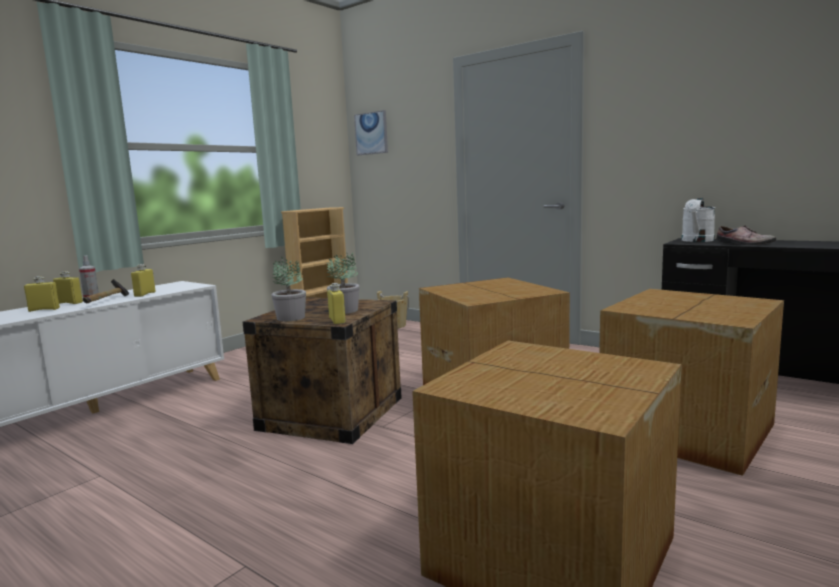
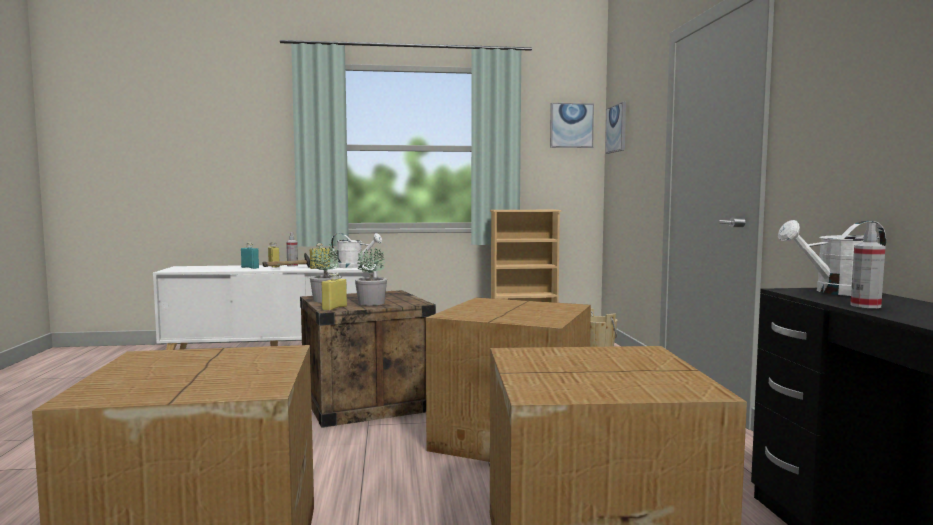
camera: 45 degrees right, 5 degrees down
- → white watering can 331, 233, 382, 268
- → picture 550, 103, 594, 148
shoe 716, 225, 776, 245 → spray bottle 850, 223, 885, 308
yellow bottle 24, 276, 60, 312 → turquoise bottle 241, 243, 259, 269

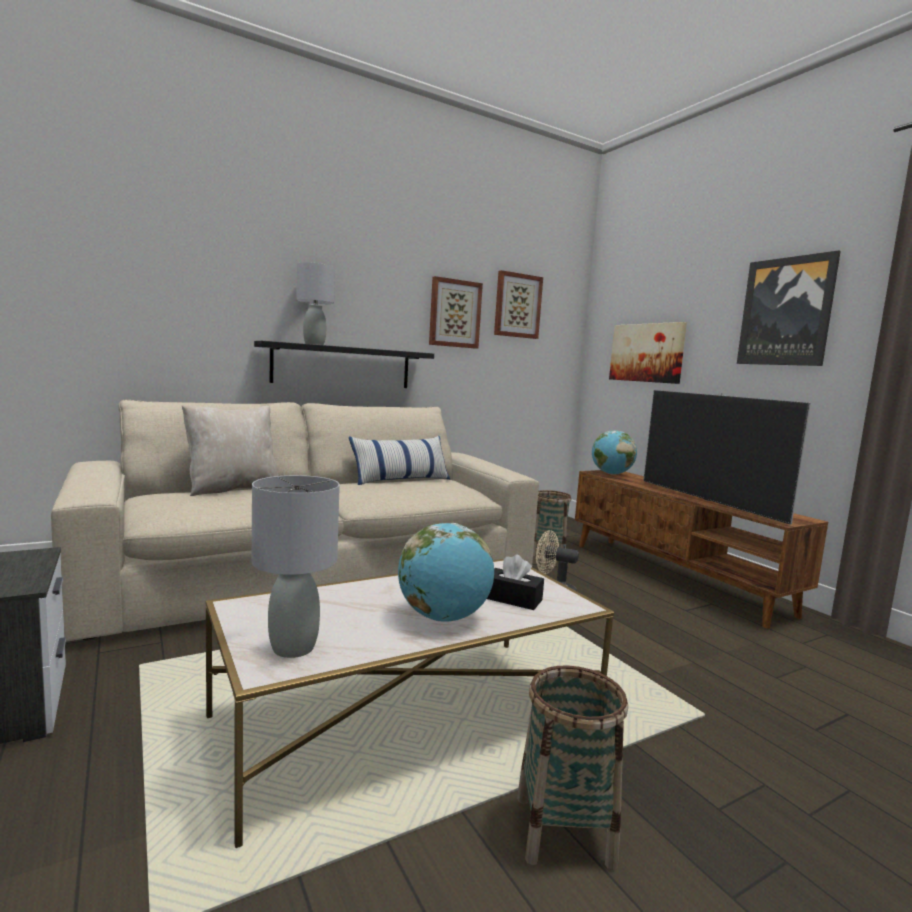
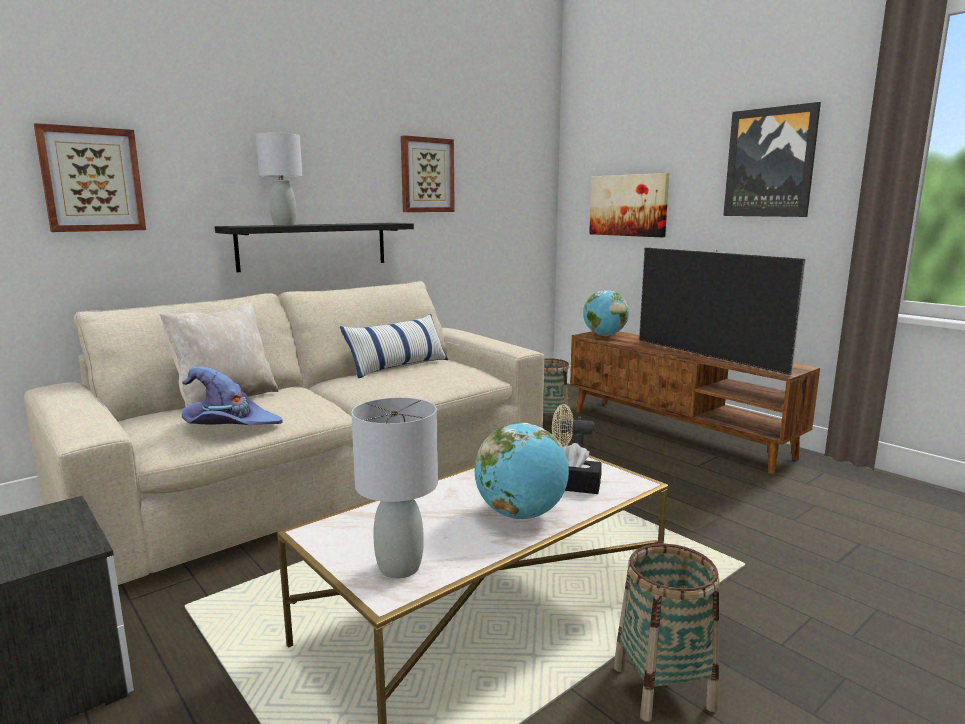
camera: 10 degrees left, 5 degrees up
- → purple hat 182, 366, 283, 425
picture 494, 270, 543, 339 → picture 34, 123, 146, 232, move

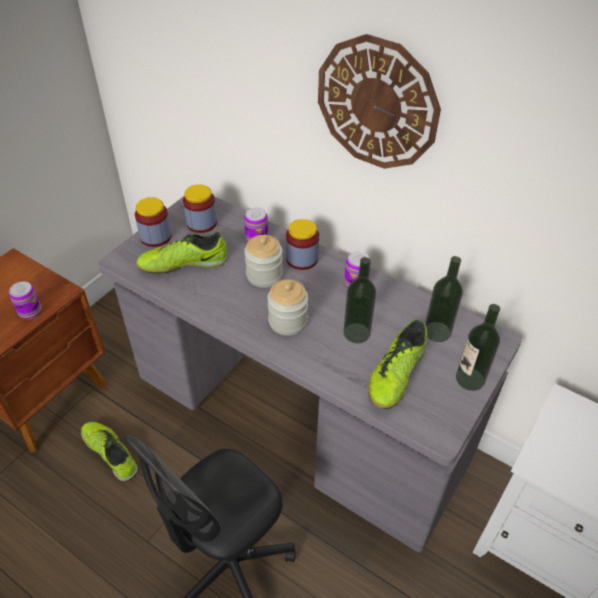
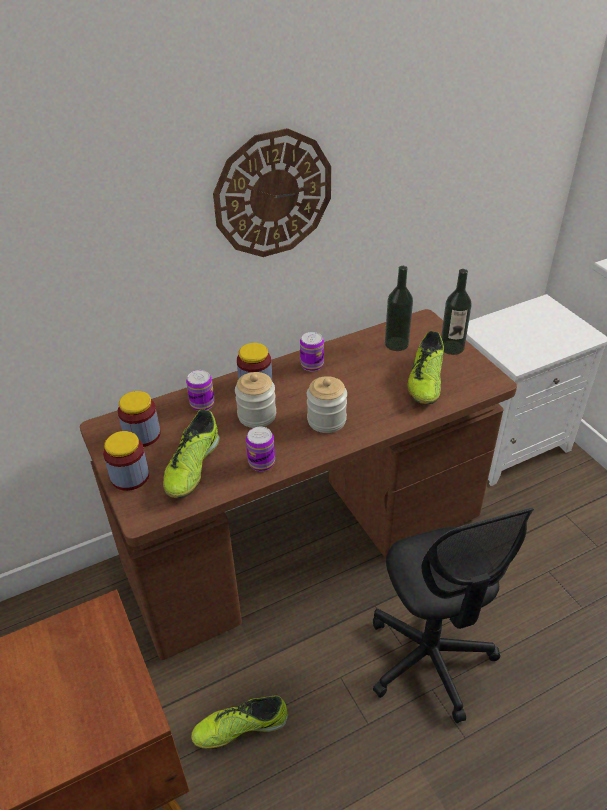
camera: 60 degrees left, 5 degrees down
bottle 343, 257, 376, 343 → -
can 9, 281, 42, 319 → can 246, 427, 275, 471, move
grey desk 98, 196, 522, 553 → brown desk 80, 309, 517, 660
shoe 368, 320, 427, 409 → shoe 407, 331, 444, 404, 45 degrees clockwise

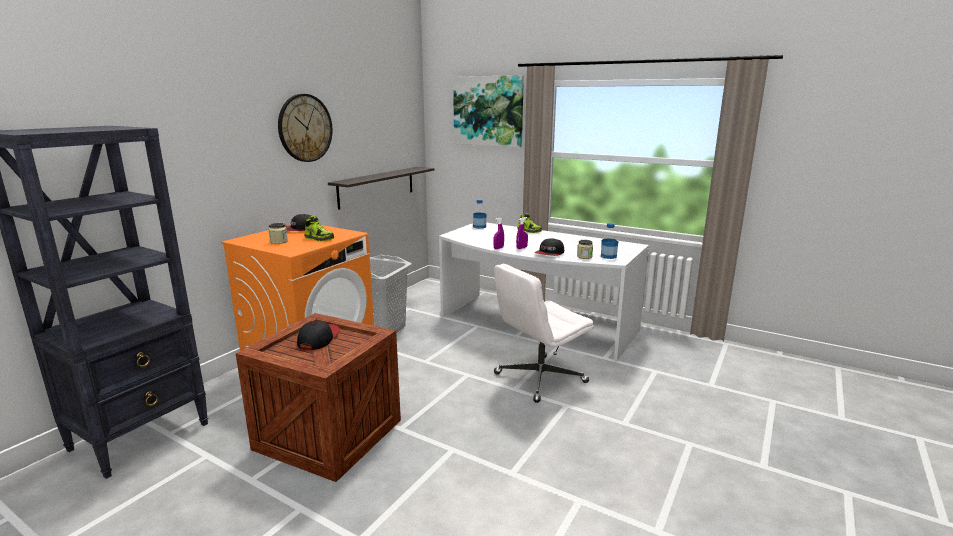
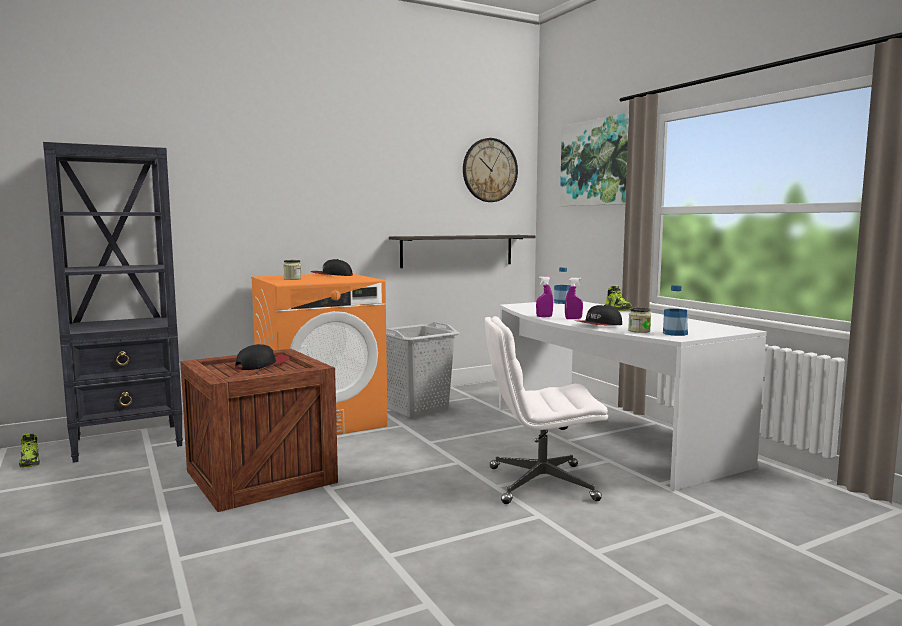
camera: 30 degrees right, 10 degrees down
wall clock 278, 94, 333, 162 → wall clock 463, 138, 518, 202, move
shoe 304, 216, 334, 241 → shoe 19, 433, 40, 468, move

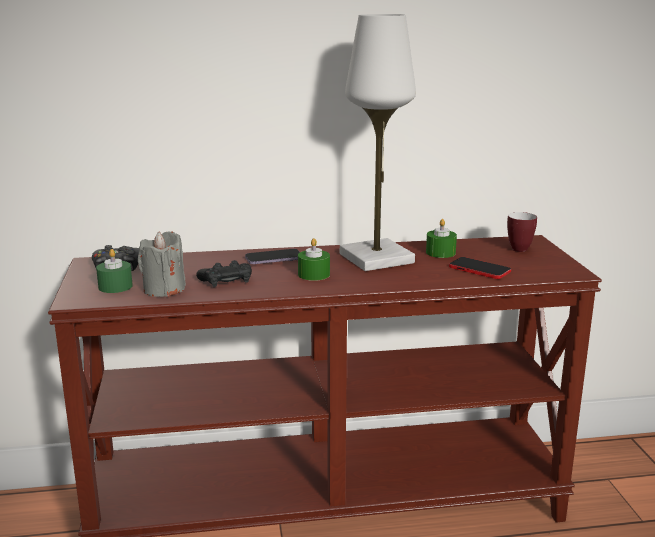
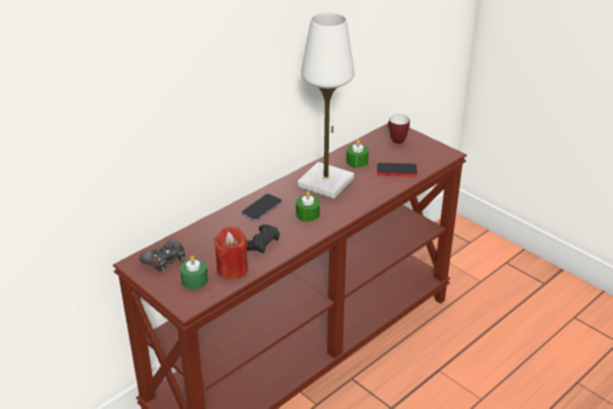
camera: 35 degrees left, 15 degrees up
grey candle 138, 231, 186, 297 → red candle 214, 226, 248, 279

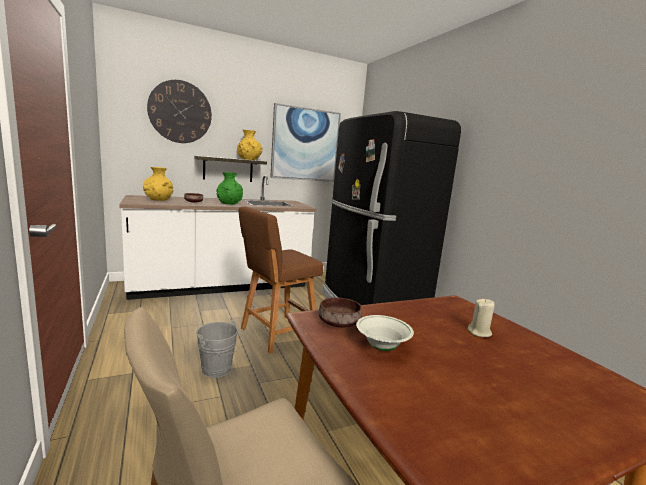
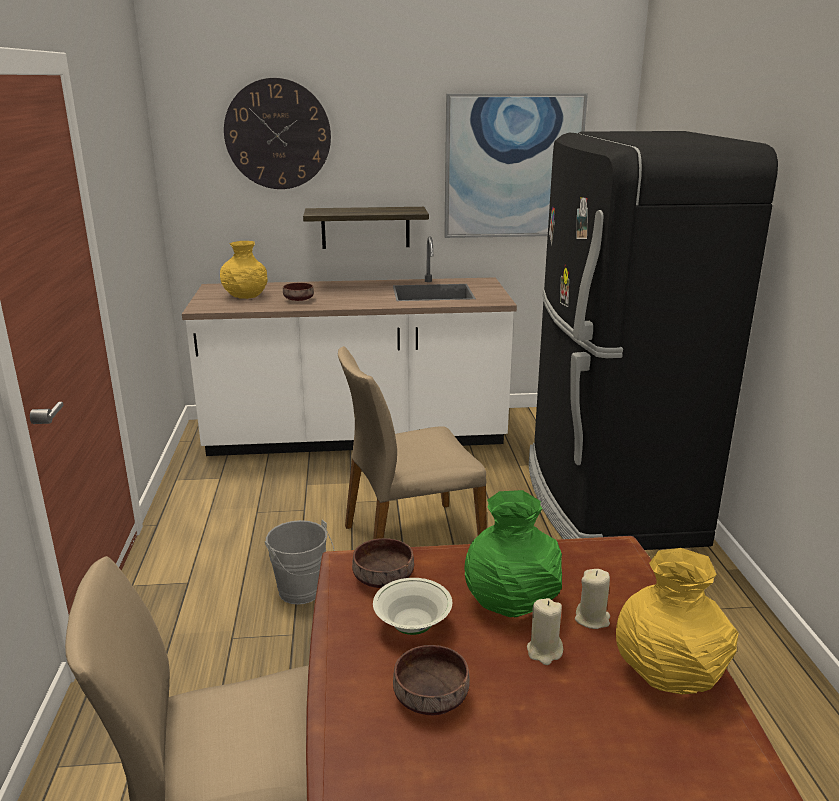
camera: 20 degrees right, 10 degrees up
- → brown bowl 393, 645, 470, 715
- → beige candle 527, 598, 563, 665
green vase 216, 172, 243, 205 → green vase 464, 490, 562, 617, move
yellow vase 237, 130, 263, 160 → yellow vase 616, 548, 739, 694, move
brown stool 239, 207, 323, 354 → beige chair 338, 346, 487, 539

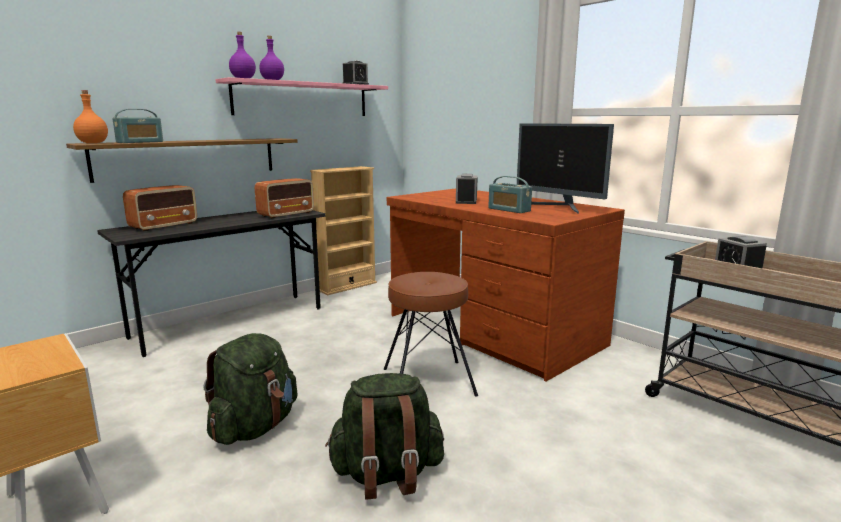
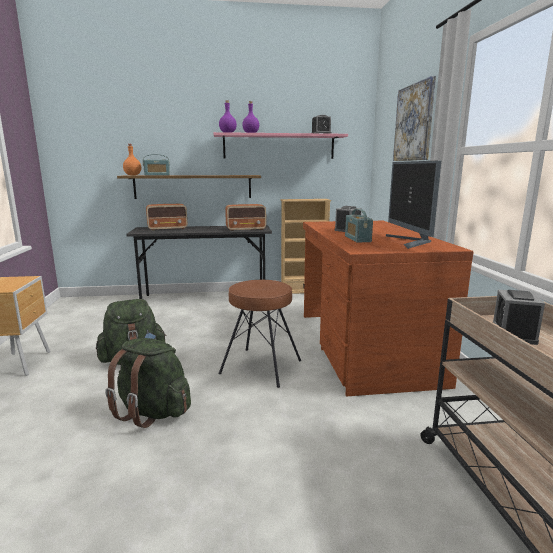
camera: 35 degrees right, 0 degrees up
- → picture 393, 76, 436, 161

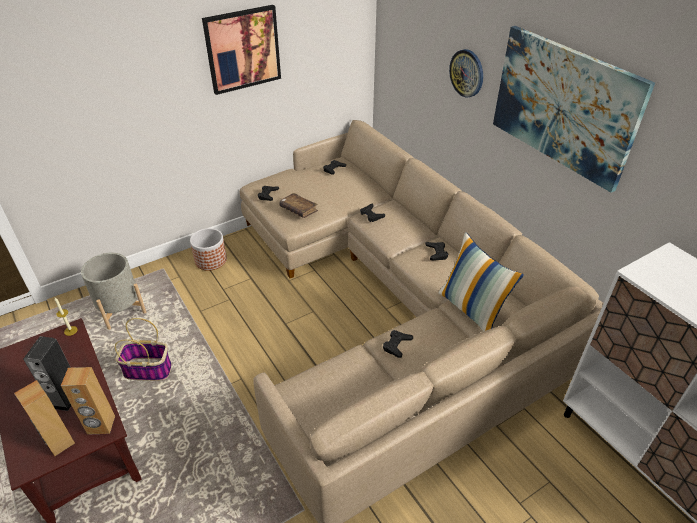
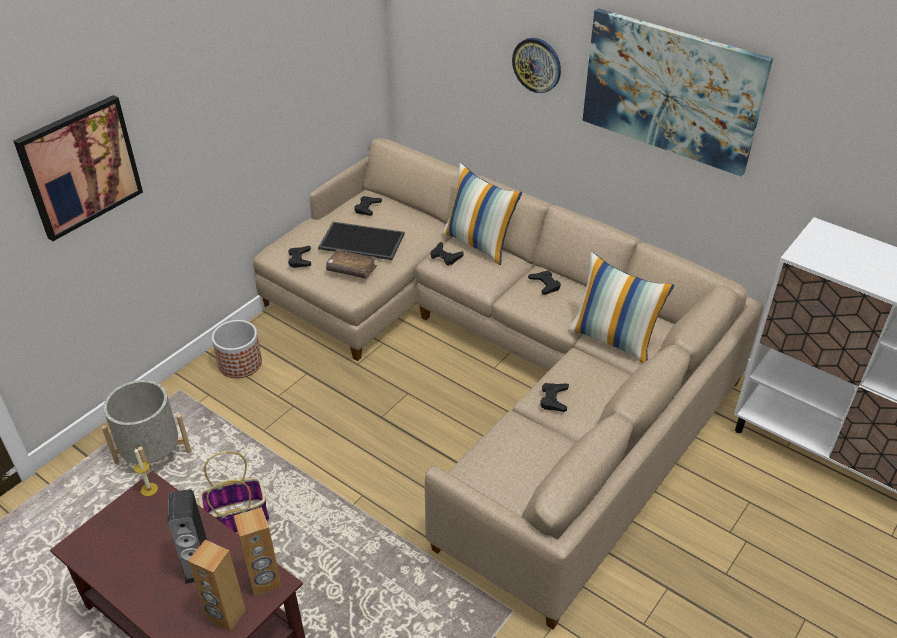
camera: 20 degrees left, 0 degrees up
- → tray 318, 222, 404, 260
- → pillow 442, 163, 522, 265
picture 202, 5, 281, 95 → picture 13, 95, 143, 241, move

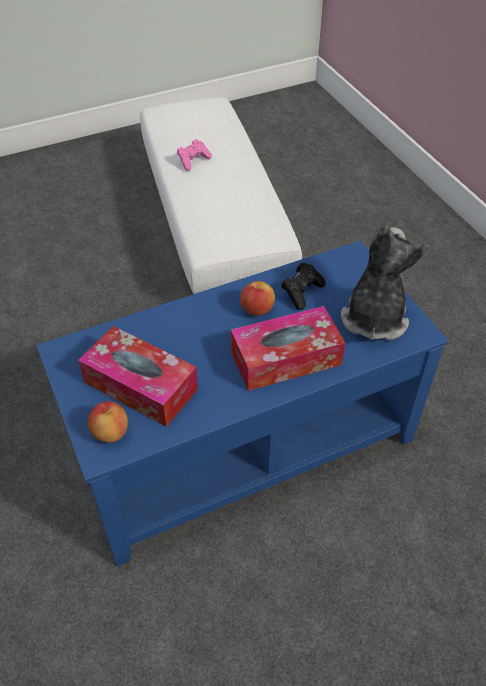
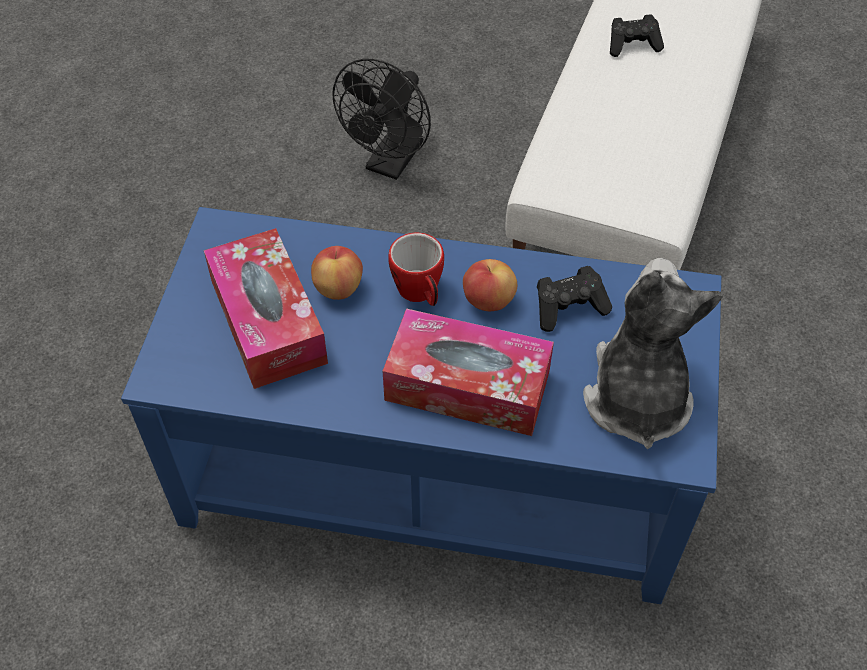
camera: 35 degrees right, 5 degrees up
- → black fan 332, 58, 431, 180
- → mug 388, 233, 444, 306
apple 88, 401, 128, 443 → apple 311, 246, 363, 300, move
pink game controller 177, 139, 212, 171 → black game controller 610, 14, 664, 57
plush toy 341, 226, 429, 340 → plush toy 583, 258, 724, 449, 45 degrees counterclockwise

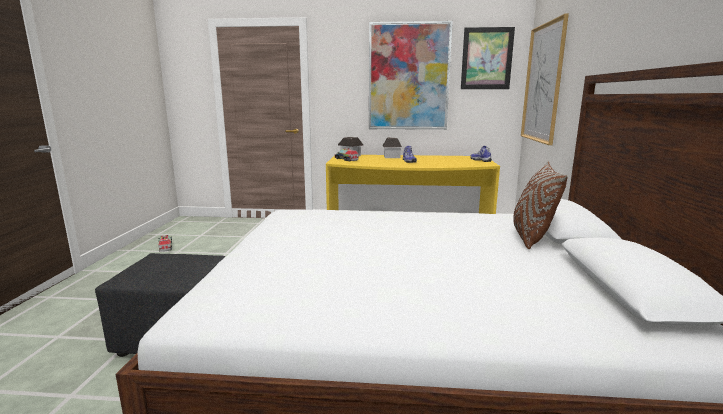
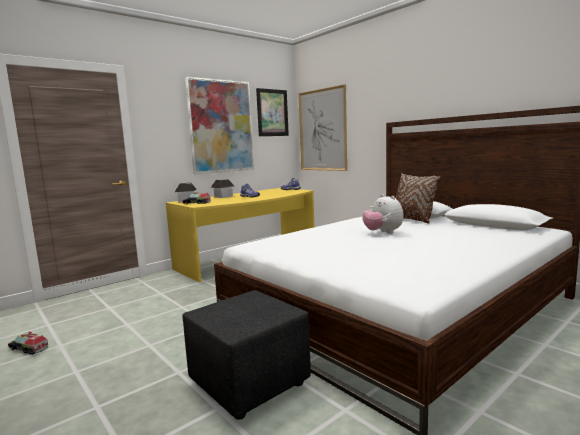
camera: 45 degrees left, 5 degrees down
- → plush toy 362, 194, 404, 234

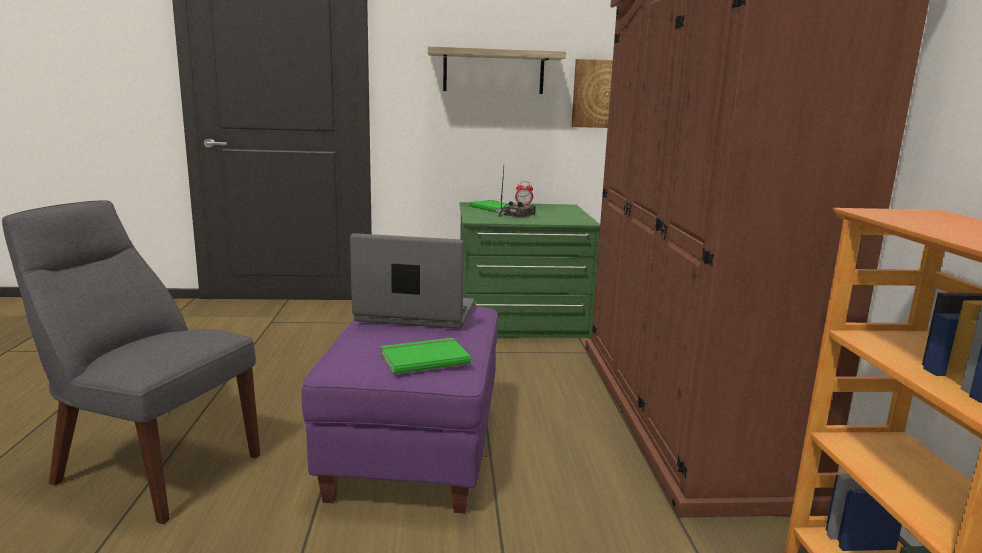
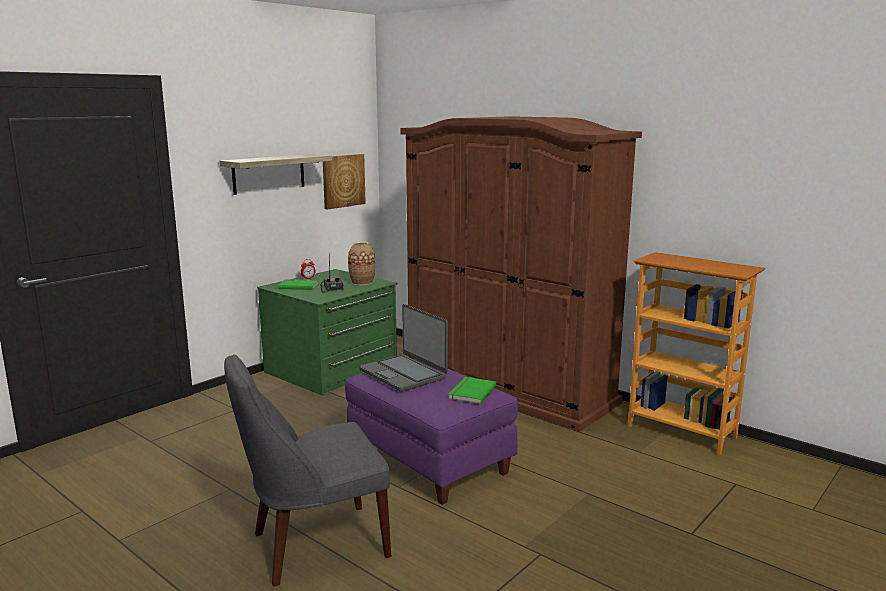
camera: 45 degrees left, 0 degrees up
- → vase 348, 242, 375, 285
laptop 350, 233, 474, 329 → laptop 359, 304, 448, 392, 90 degrees counterclockwise

